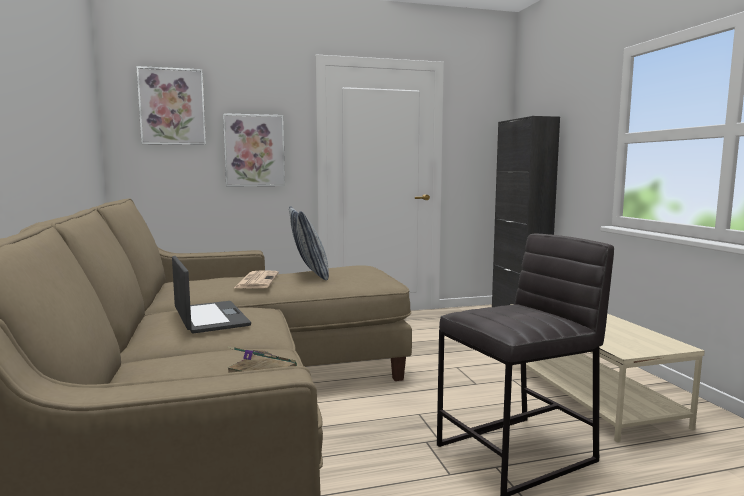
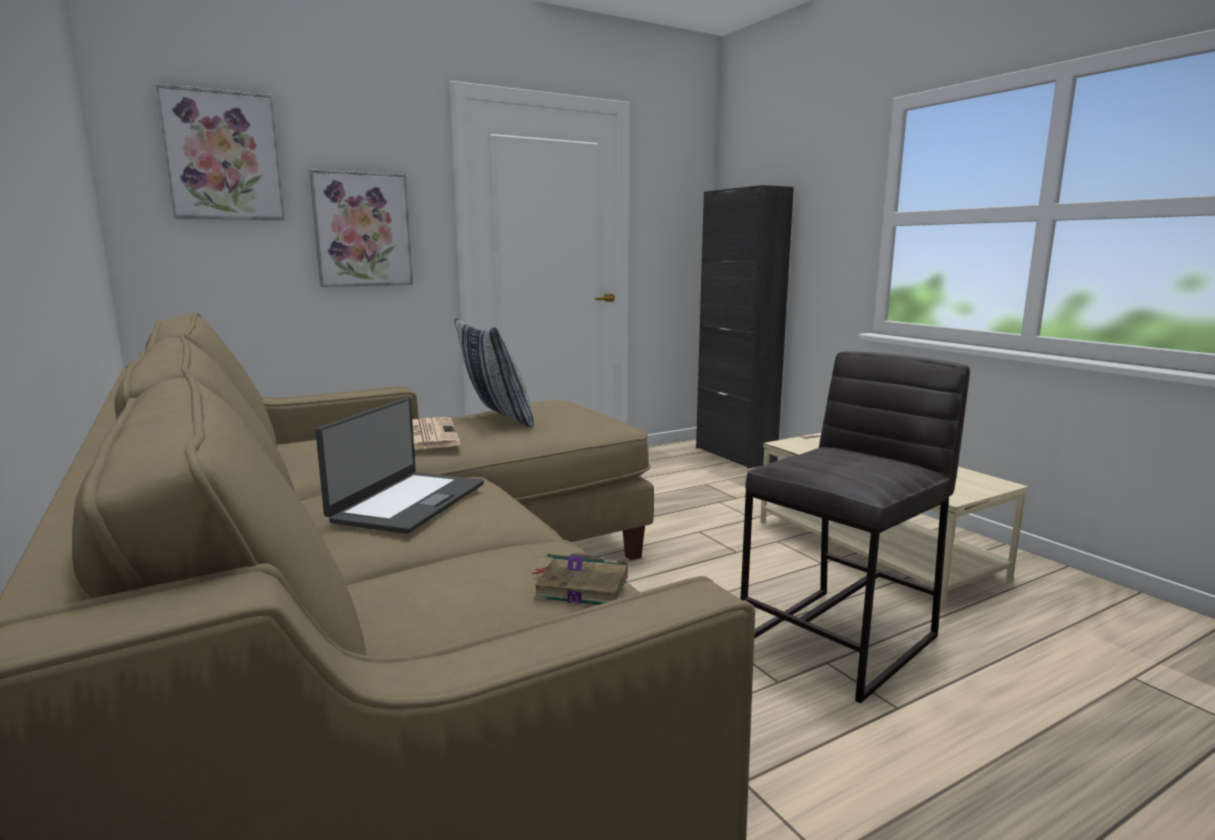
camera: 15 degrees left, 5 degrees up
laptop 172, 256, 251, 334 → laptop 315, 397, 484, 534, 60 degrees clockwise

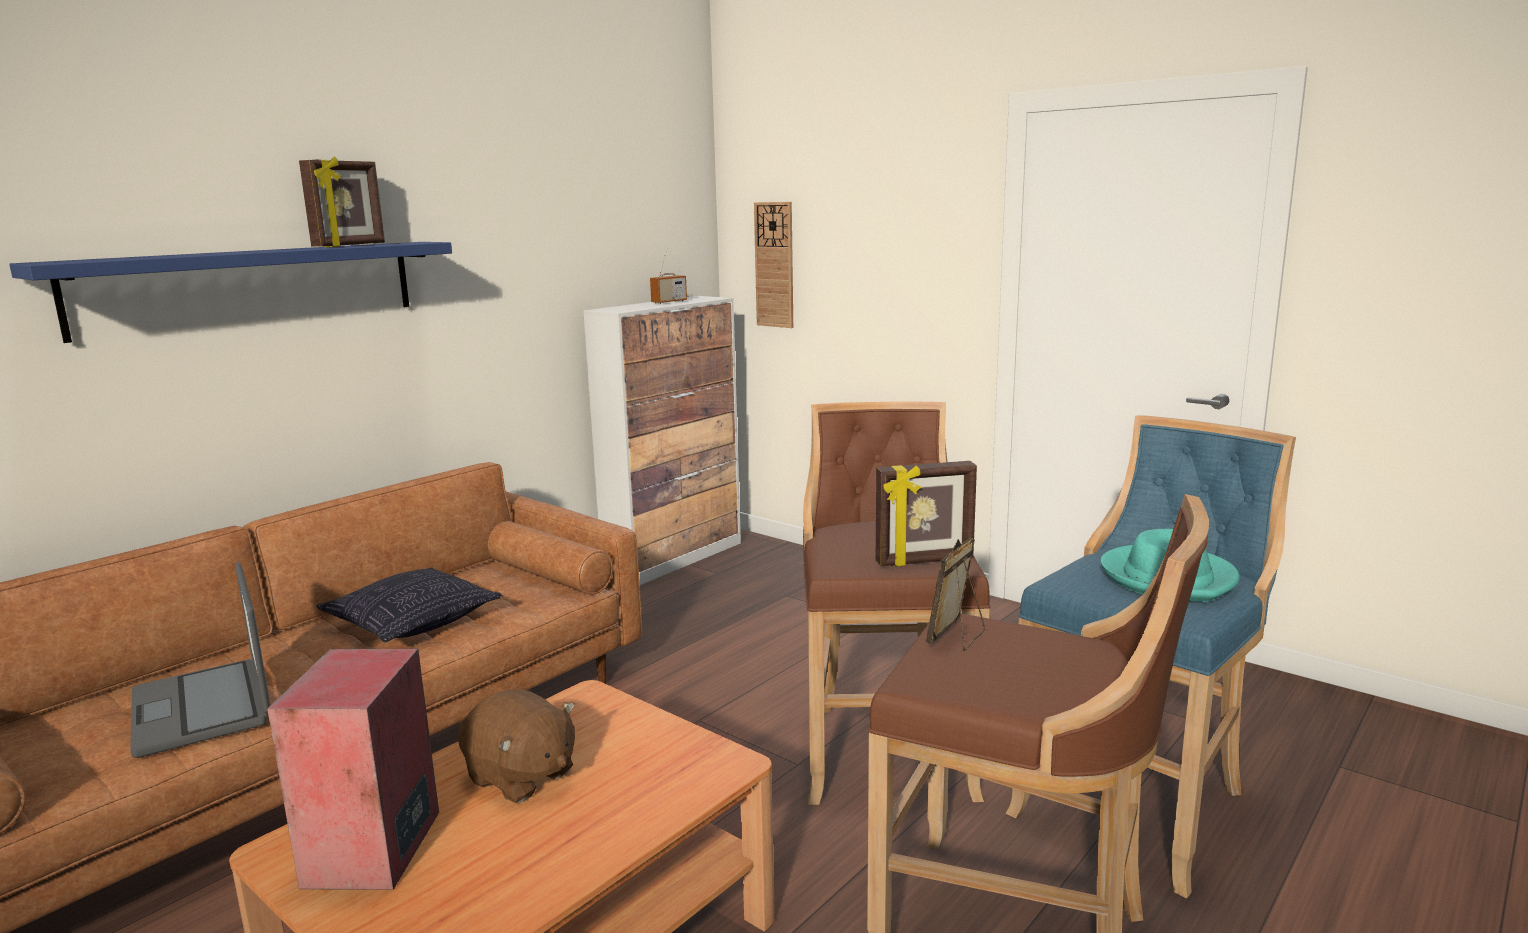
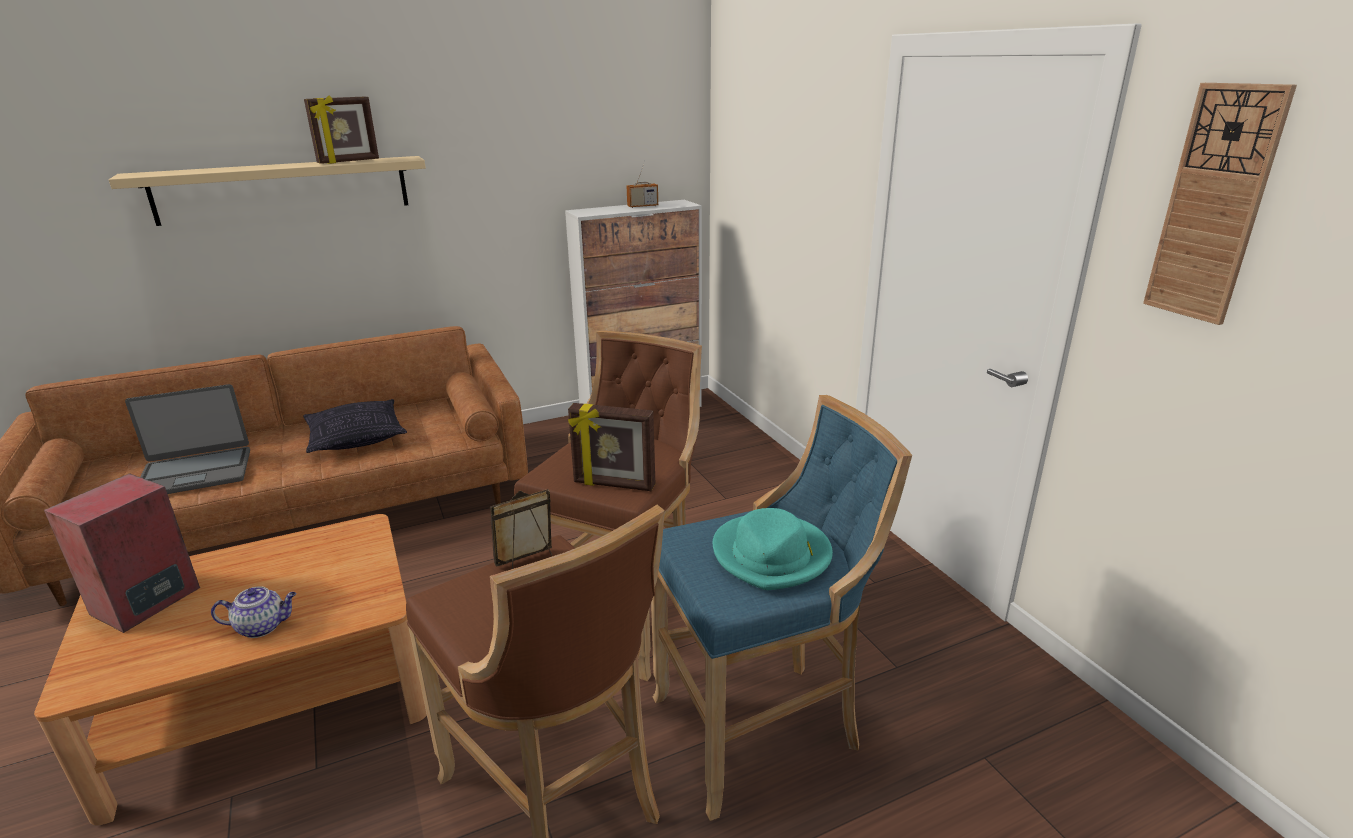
camera: 25 degrees right, 10 degrees up
brown plush toy 457, 689, 575, 803 → -
- → teapot 211, 586, 296, 638
wall clock 754, 202, 793, 328 → wall clock 1143, 83, 1297, 325, move
blue shelf 9, 242, 452, 343 → beige shelf 109, 156, 426, 226
laptop 130, 562, 270, 758 → laptop 125, 384, 250, 494, 105 degrees counterclockwise

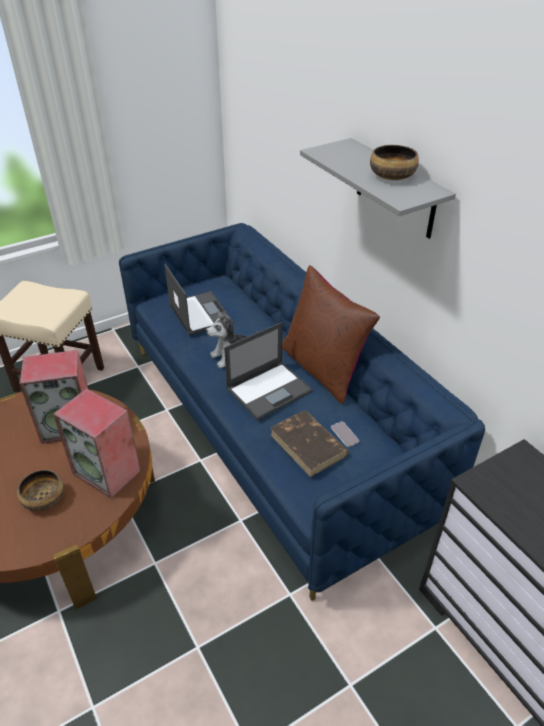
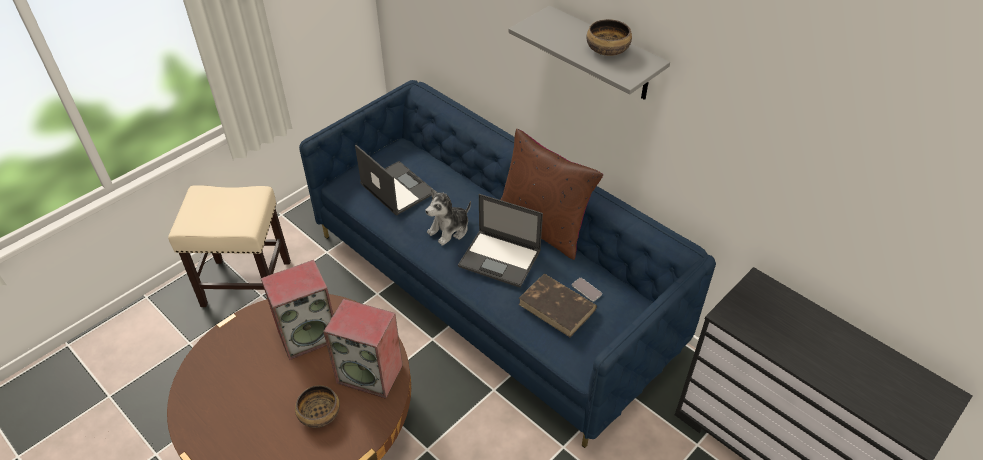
camera: 15 degrees left, 5 degrees up
laptop 224, 322, 313, 420 → laptop 458, 194, 543, 288, 75 degrees clockwise

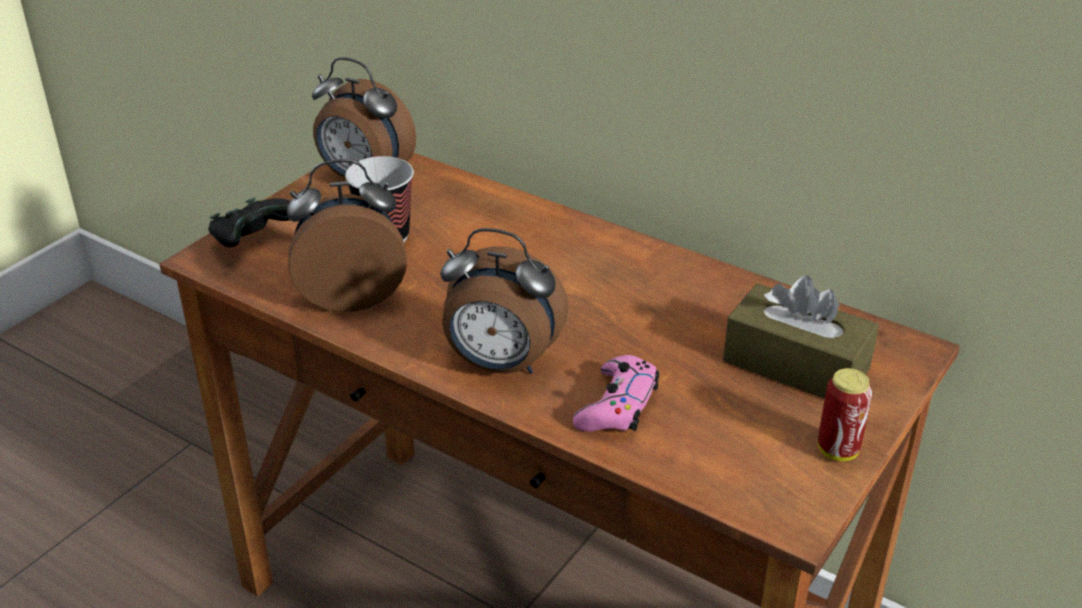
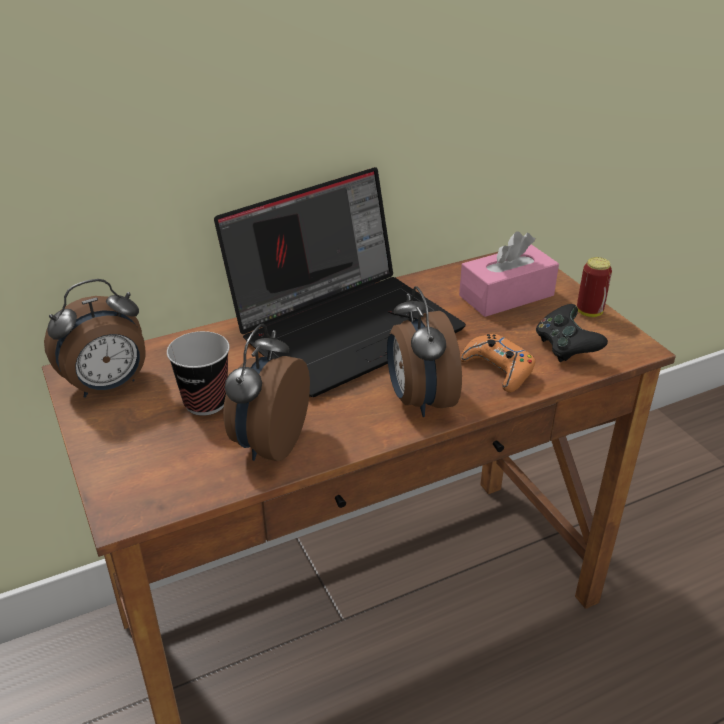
camera: 60 degrees left, 0 degrees up
- → laptop 214, 167, 466, 397
black game controller 208, 197, 290, 248 → black game controller 536, 304, 608, 362, move
pink game controller 573, 355, 659, 432 → orange game controller 460, 334, 535, 393
brown tissue box 723, 276, 879, 399 → pink tissue box 459, 231, 559, 317
alarm clock 440, 228, 569, 374 → alarm clock 387, 286, 462, 417, 120 degrees clockwise

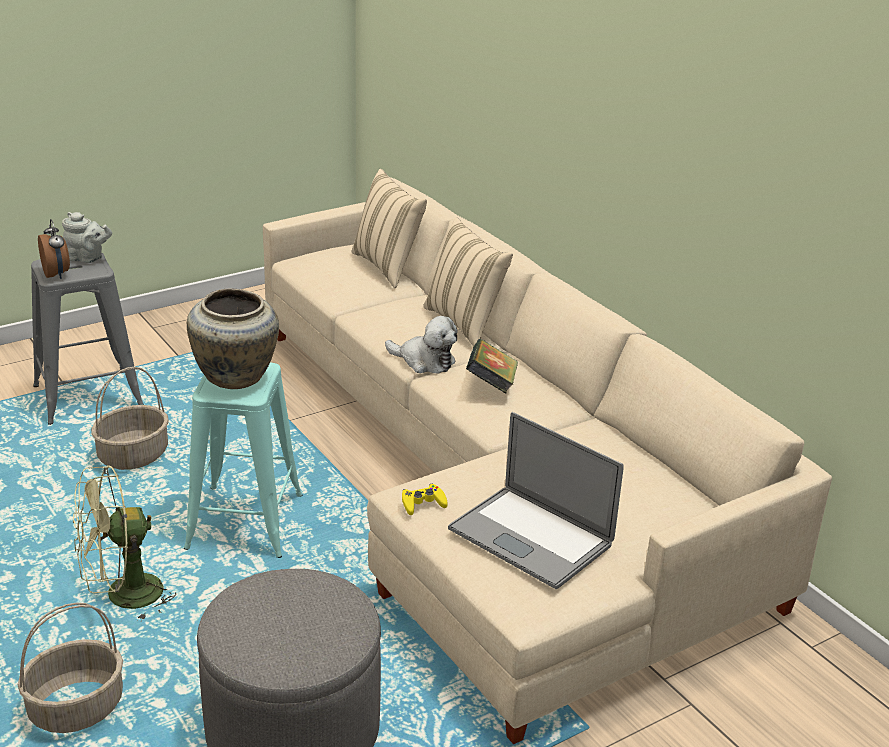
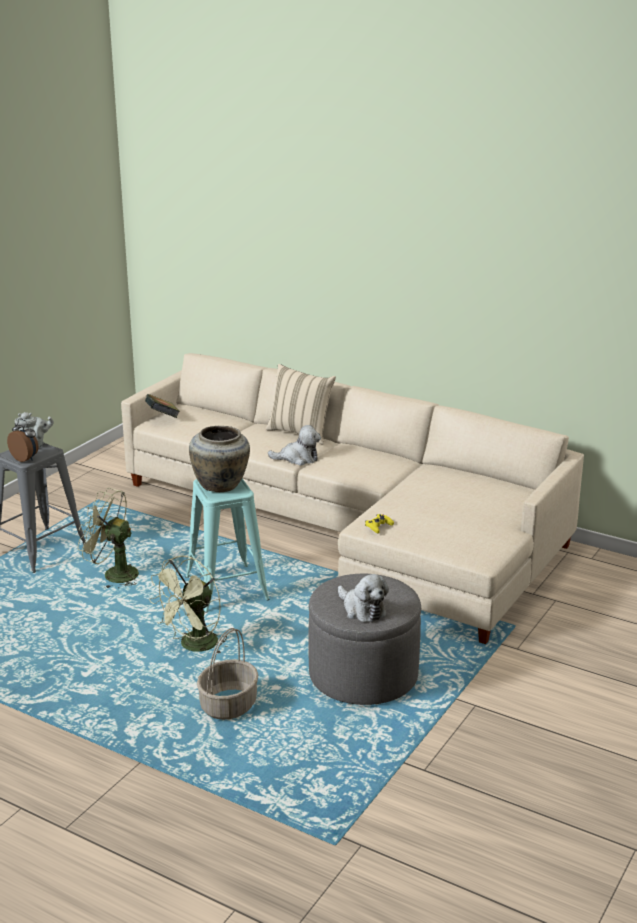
camera: 25 degrees left, 5 degrees down
beige pillow 352, 169, 427, 288 → -
laptop 448, 412, 624, 589 → -
- → plush toy 338, 574, 389, 622
book 466, 339, 518, 394 → book 145, 394, 180, 418, move
basket 91, 367, 169, 470 → green fan 78, 488, 139, 589

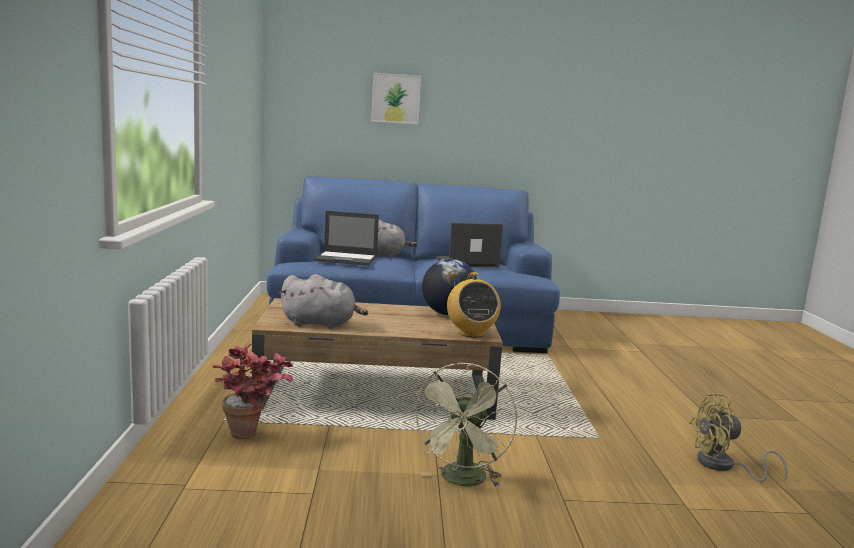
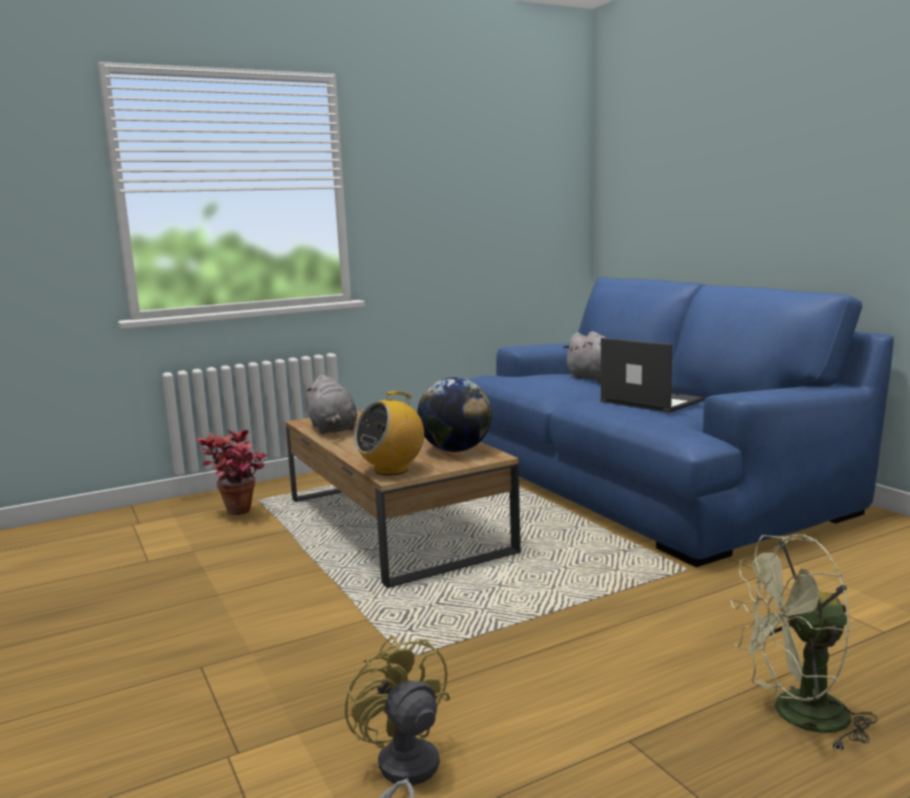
camera: 65 degrees right, 0 degrees up
laptop 314, 211, 379, 266 → -
picture 371, 73, 421, 124 → -
green fan 411, 363, 517, 487 → green fan 731, 534, 878, 752, move

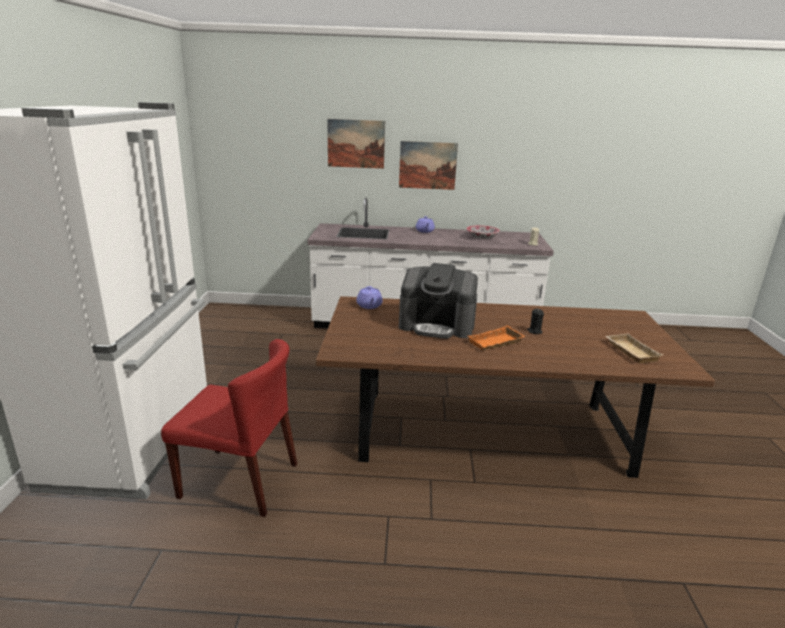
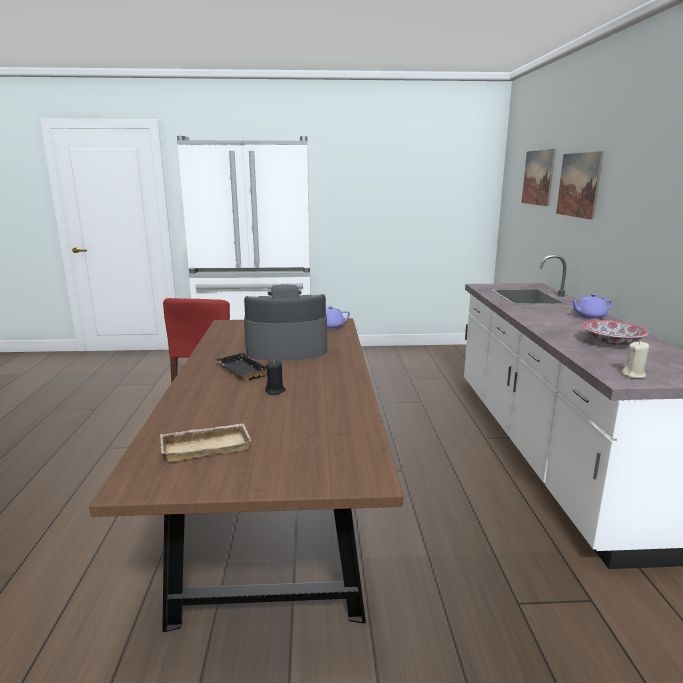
camera: 85 degrees right, 5 degrees down
picture 399, 141, 458, 190 → picture 522, 149, 556, 206, move
orange tray 468, 325, 525, 350 → black tray 215, 353, 267, 381
coffee machine 399, 263, 478, 339 → coffee machine 244, 284, 327, 361, 75 degrees clockwise

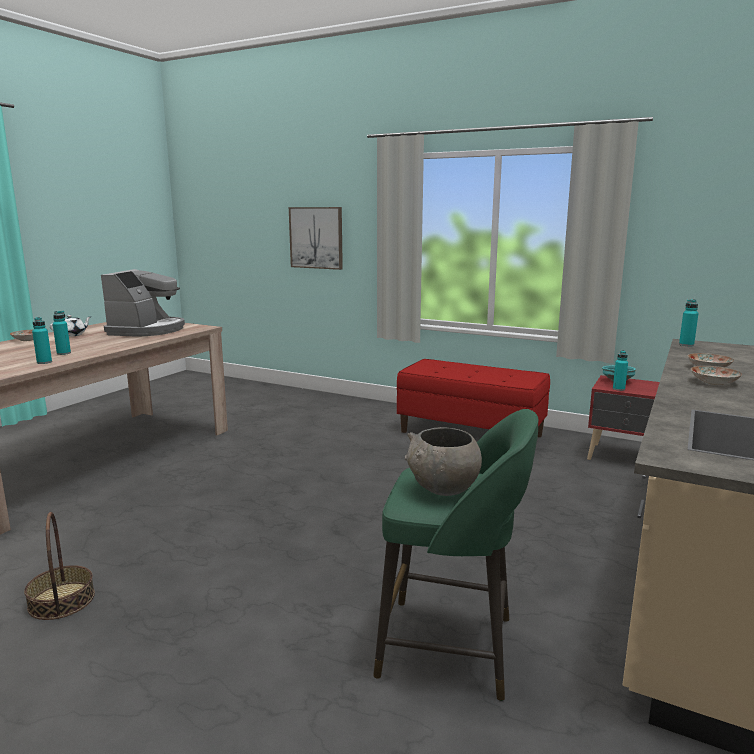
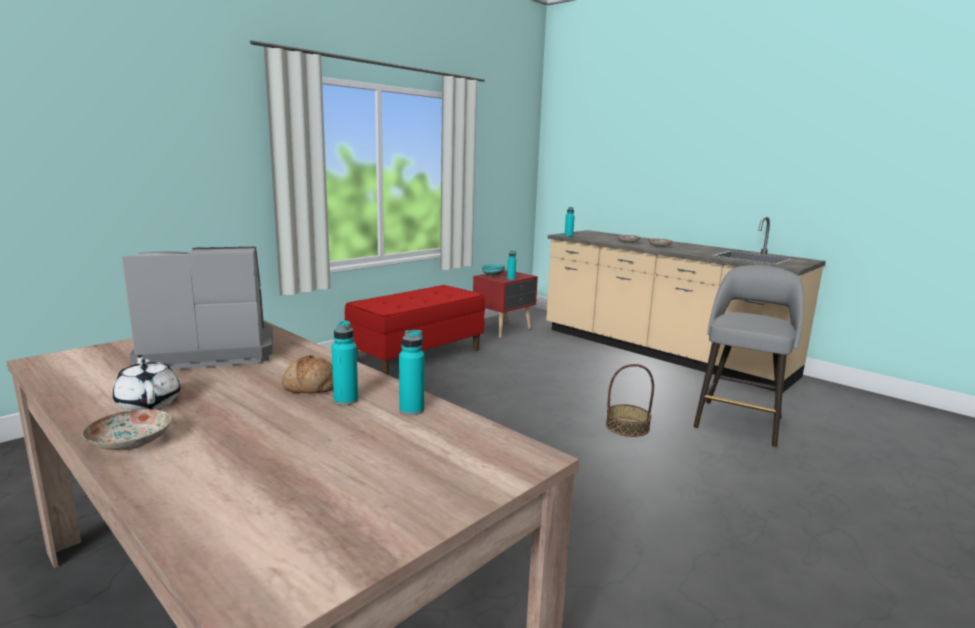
camera: 75 degrees left, 0 degrees up
picture 289, 207, 343, 270 → -
grey bowl 405, 427, 482, 496 → -
- → bread 282, 355, 333, 393
basket 24, 512, 95, 620 → basket 606, 364, 654, 437, move
green stool 373, 409, 538, 701 → grey stool 694, 265, 804, 447
coffee machine 101, 269, 185, 337 → coffee machine 122, 247, 273, 370, 45 degrees counterclockwise

